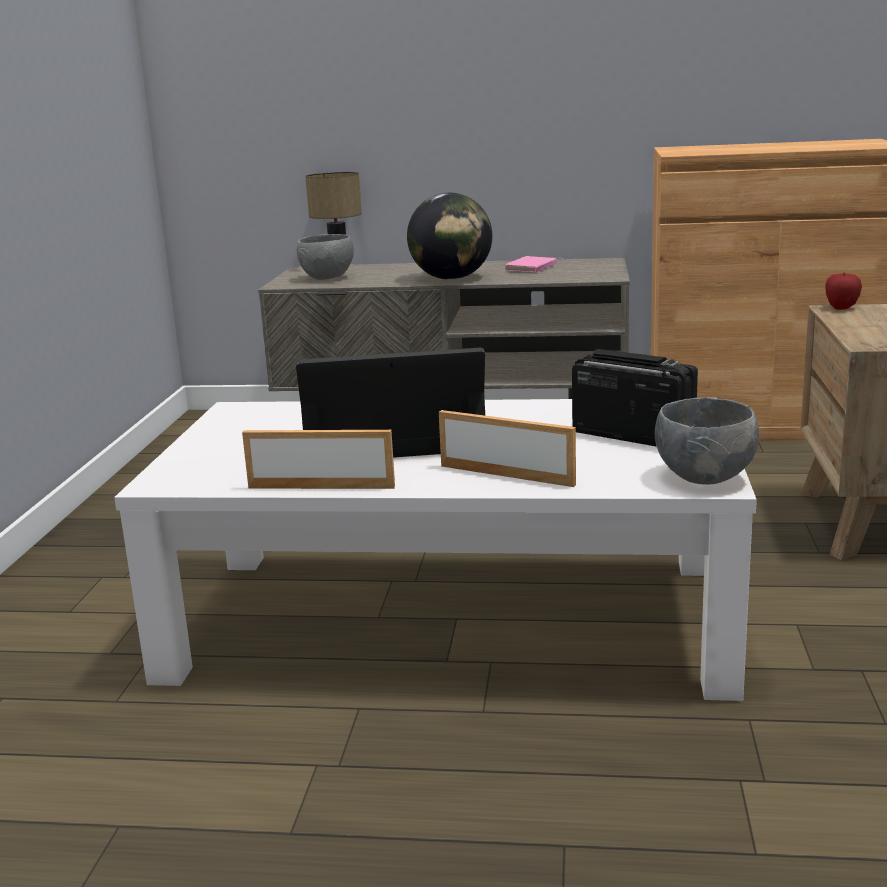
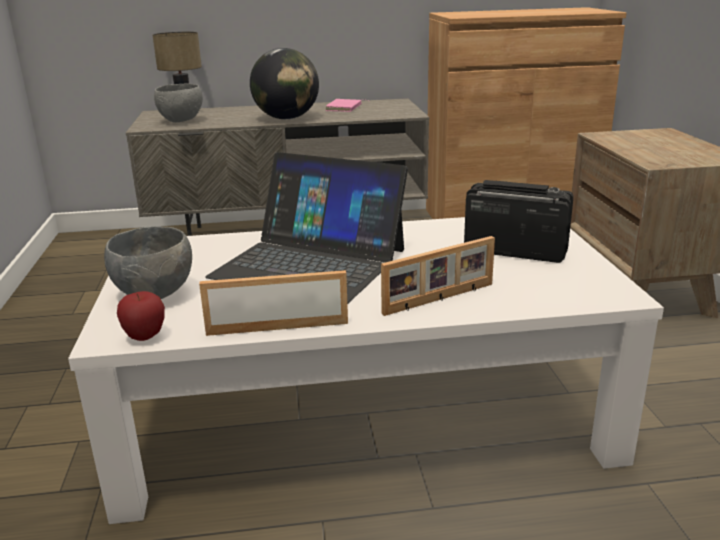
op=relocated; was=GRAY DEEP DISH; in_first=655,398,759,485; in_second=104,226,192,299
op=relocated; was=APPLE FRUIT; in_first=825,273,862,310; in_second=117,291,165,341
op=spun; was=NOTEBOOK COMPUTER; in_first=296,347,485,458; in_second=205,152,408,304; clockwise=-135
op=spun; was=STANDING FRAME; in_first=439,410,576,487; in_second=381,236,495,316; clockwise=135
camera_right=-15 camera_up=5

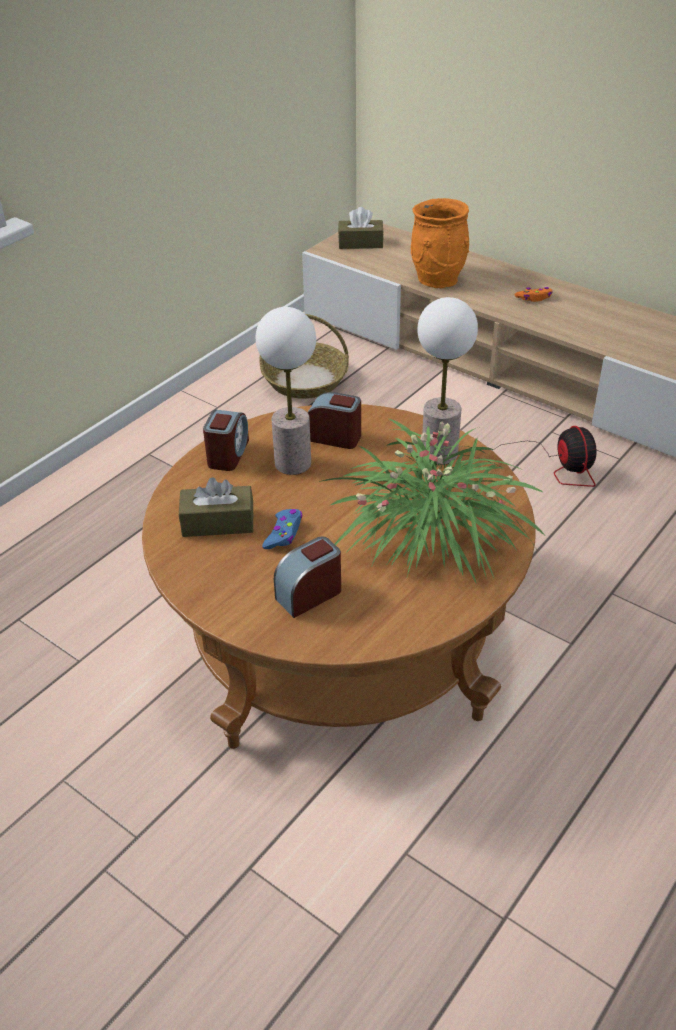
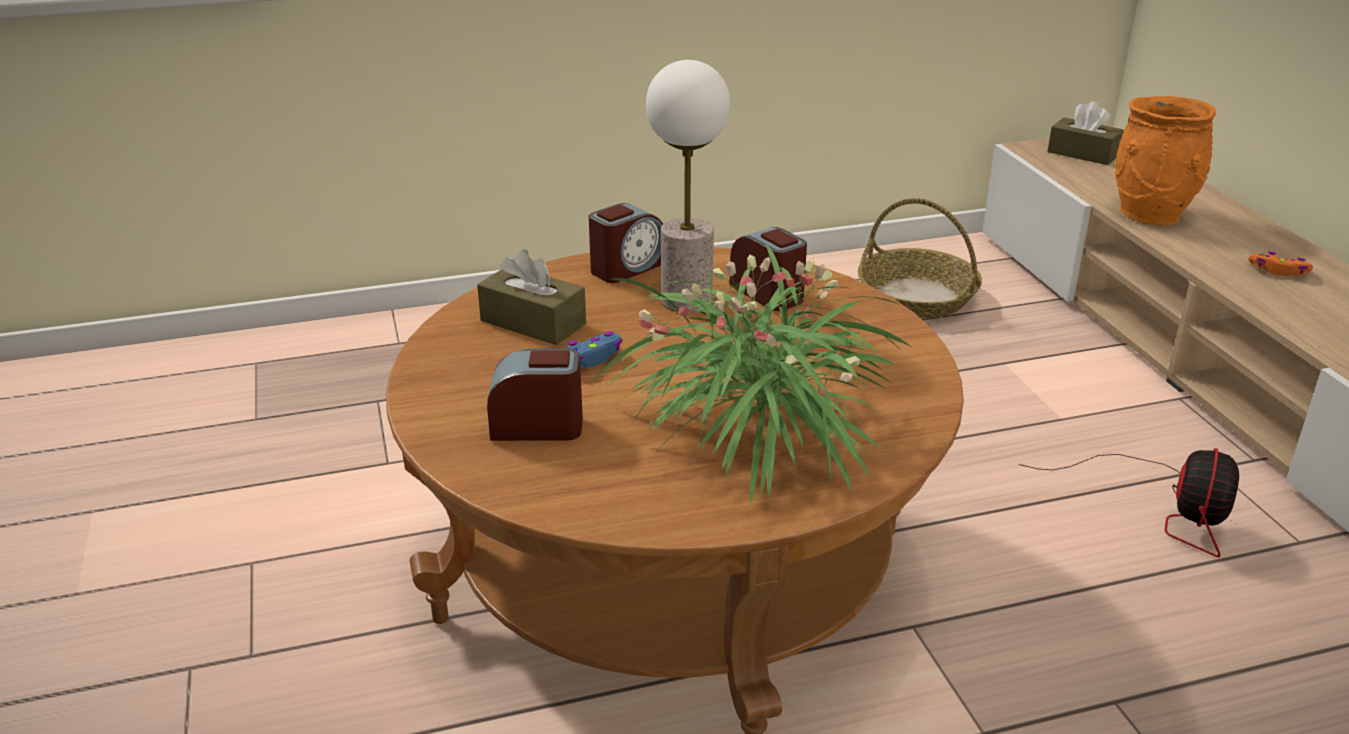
op=missing; was=LAMP FOR A TABLE; in_first=417,297,478,465
camera_right=35 camera_up=-10

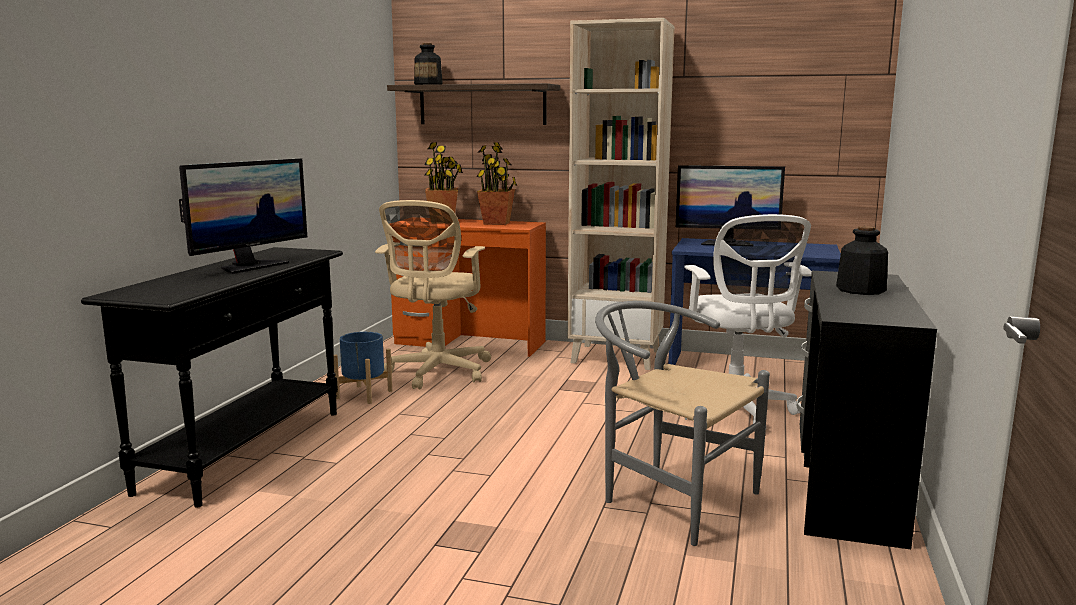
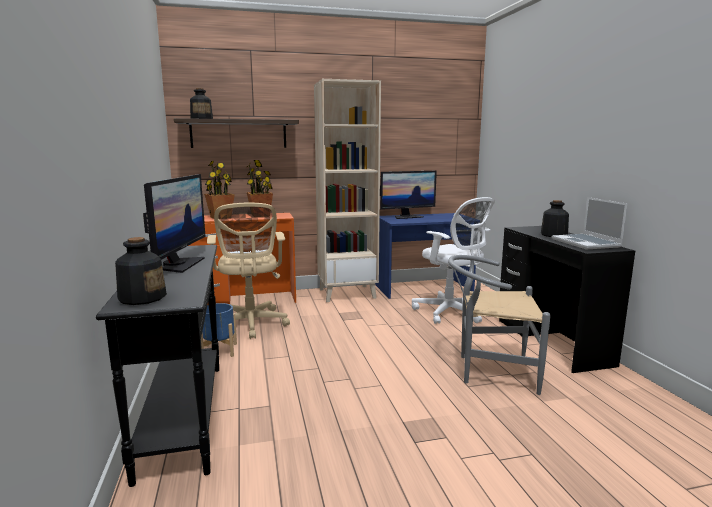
op=appeared; now=DRINK BOTTLE; in_second=115,237,167,305
op=appeared; now=NOTEBOOK COMPUTER; in_second=552,197,627,249
camera_right=-30 camera_up=0

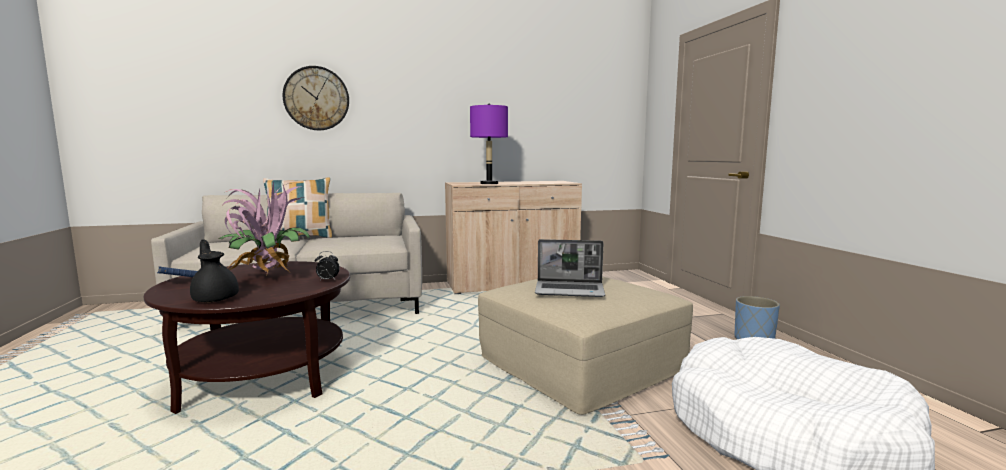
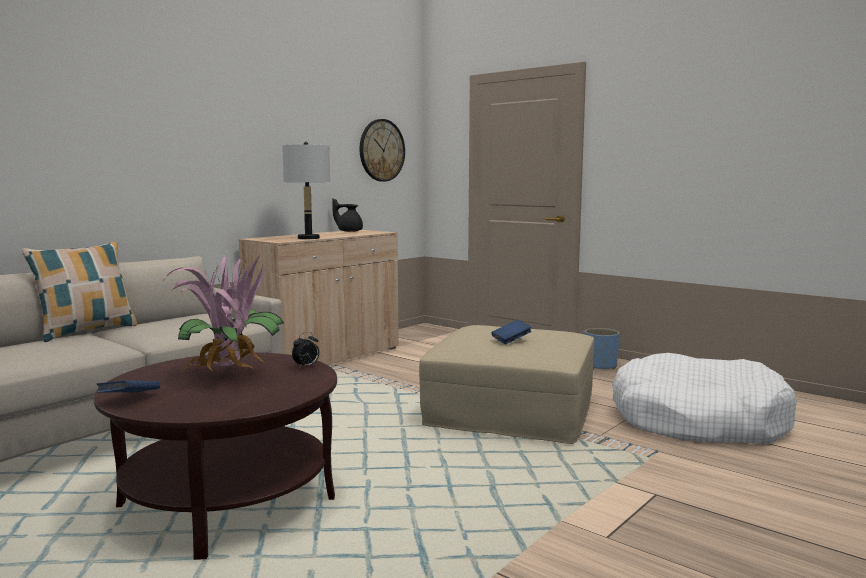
op=colour; was=PURPLISH LAMP FOR A TABLE; now=GRAY LAMP FOR A TABLE; in_first=470,104,508,184; in_second=282,142,330,239
op=relocated; was=BLACKISH POT FOR TEA; in_first=190,239,239,302; in_second=332,199,363,232
op=relocated; was=CLOCK ON THE WALL; in_first=282,66,349,130; in_second=360,119,405,182
op=exchanged; was=NOTEBOOK COMPUTER; now=BLUE BOUND BOOK; in_first=535,239,605,297; in_second=492,319,532,344
camera_right=-35 camera_up=0

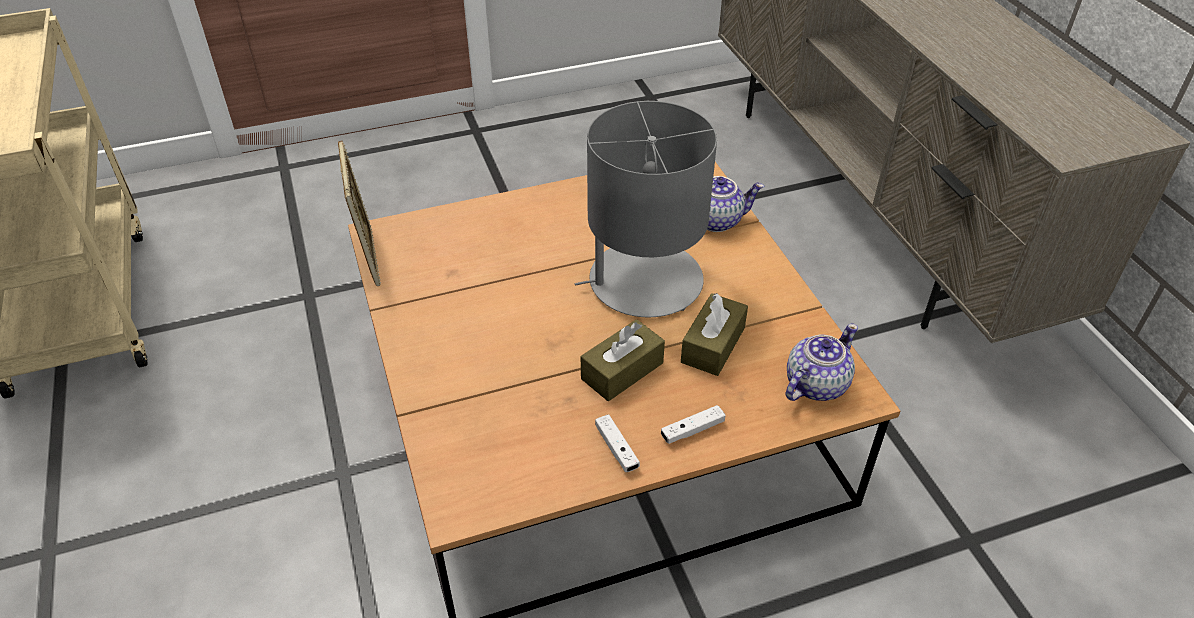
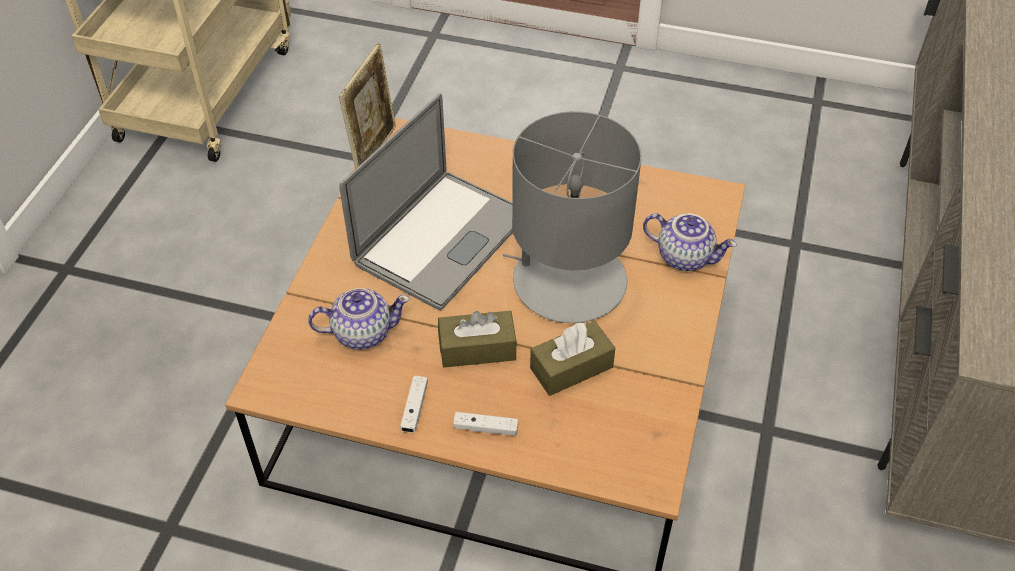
op=relocated; was=POT FOR TEA; in_first=786,324,858,401; in_second=308,288,410,350
op=appeared; now=NOTEBOOK COMPUTER; in_second=339,93,513,310
camera_right=35 camera_up=5

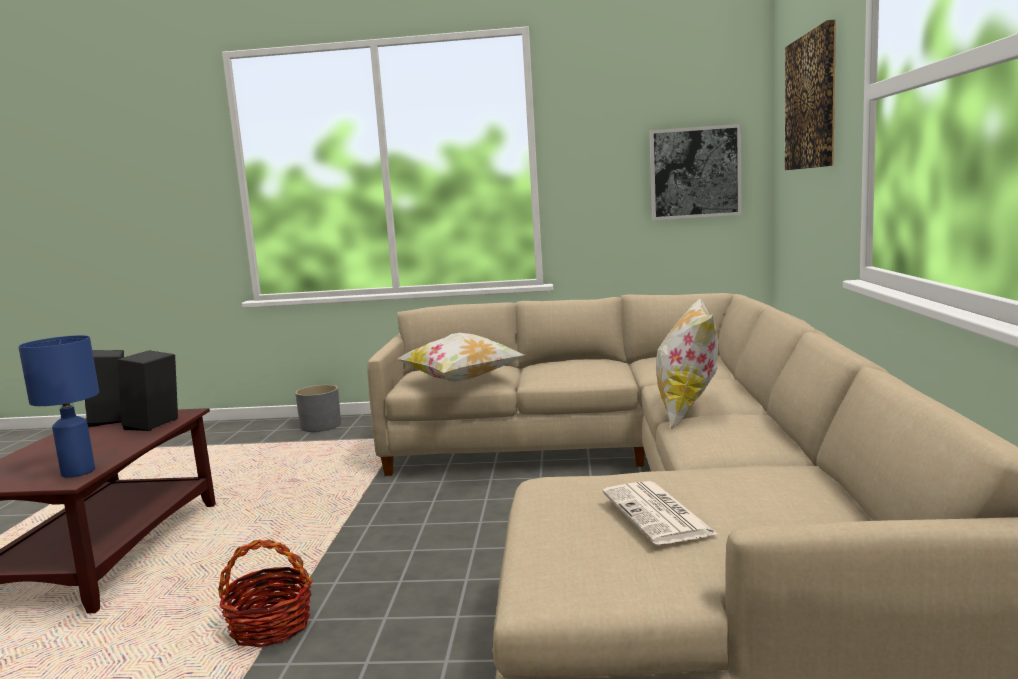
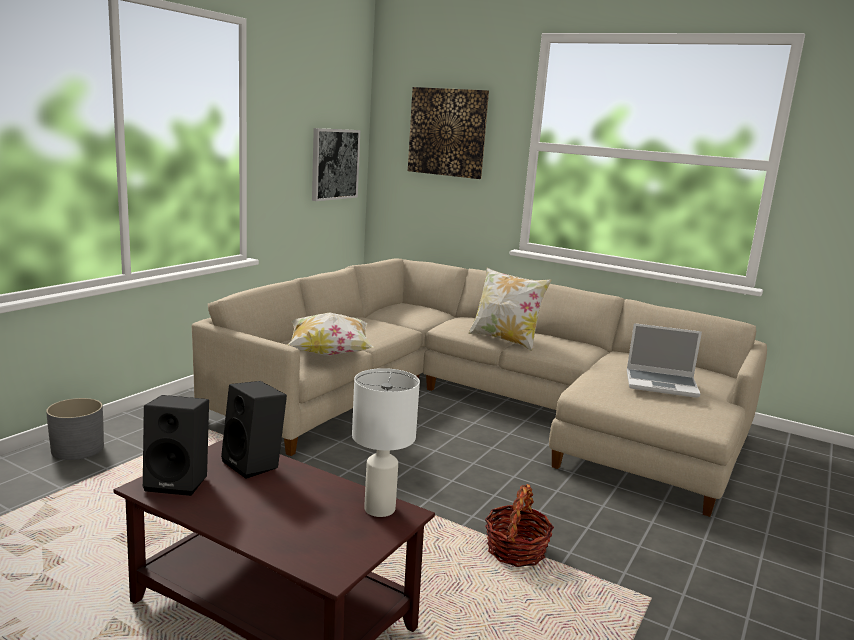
op=colour; was=BLUE LAMP FOR A TABLE; now=WHITE-COLOURED LAMP FOR A TABLE; in_first=18,335,99,478; in_second=352,368,420,517
op=exchanged; was=NEWSPAPER; now=NOTEBOOK COMPUTER; in_first=602,481,719,544; in_second=627,323,702,398
camera_right=-65 camera_up=5

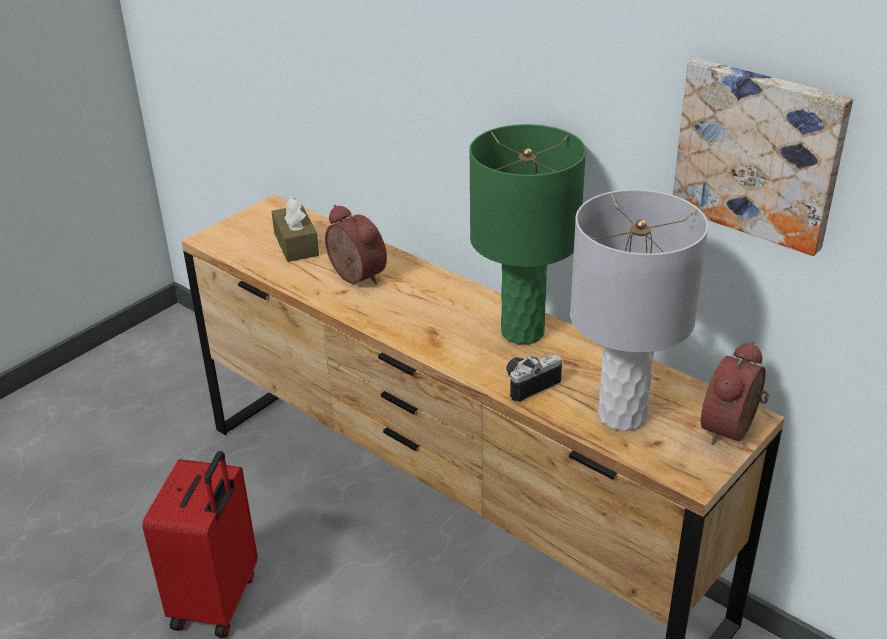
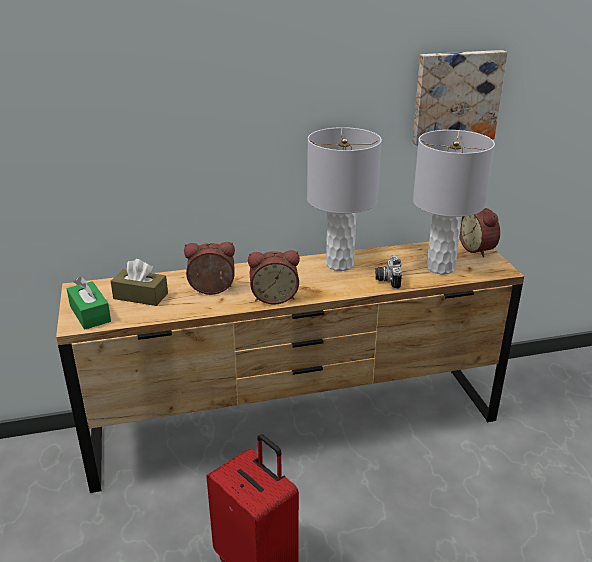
op=appeared; now=GREEN TISSUE HOLDER; in_second=67,277,111,329
op=appeared; now=TABLE CLOCK; in_second=248,250,300,305
op=colour; was=GREEN LAMP FOR A TABLE; now=GRAY LAMP FOR A TABLE; in_first=469,124,586,344; in_second=307,127,382,271
camera_right=-55 camera_up=-5

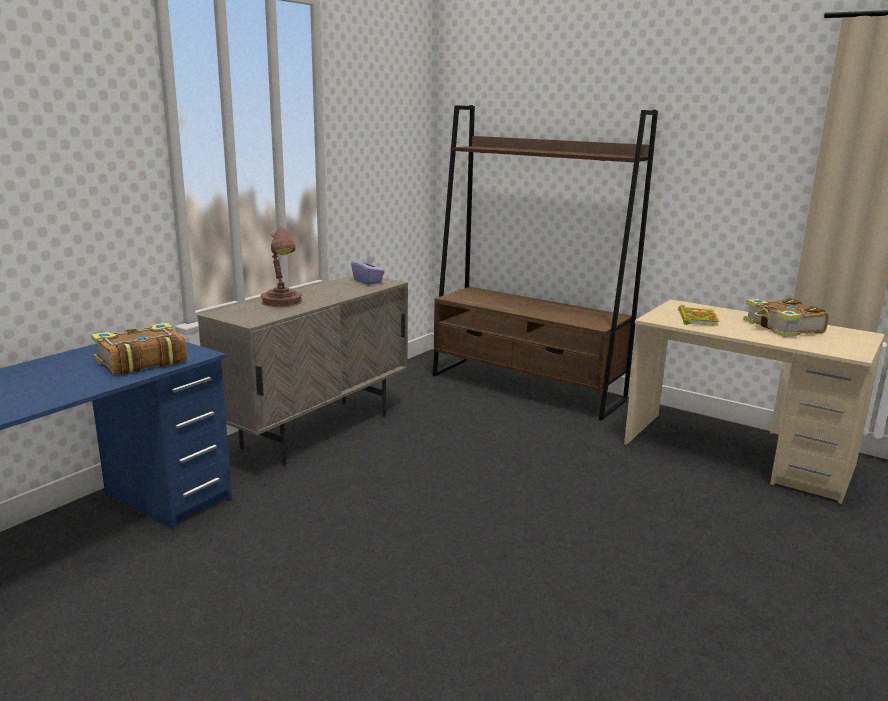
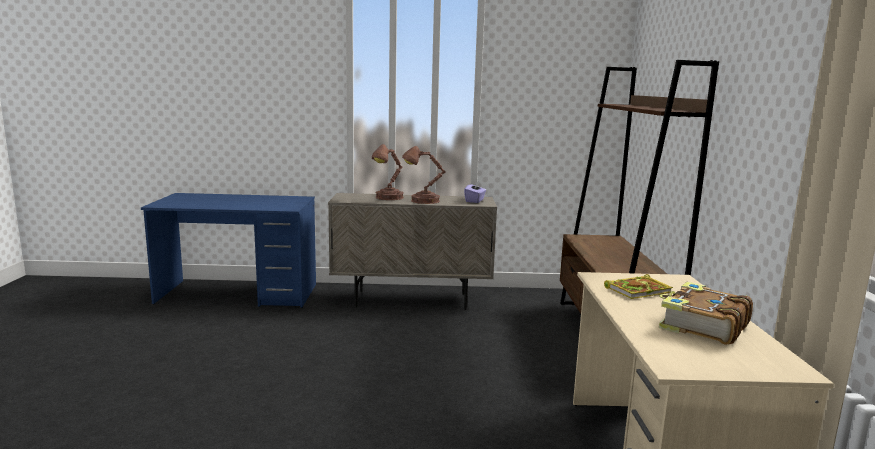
op=appeared; now=BROWN LAMP FOR A TABLE; in_second=402,146,446,204
op=missing; was=BOUND BOOK; in_first=91,322,187,375
camera_right=55 camera_up=-5

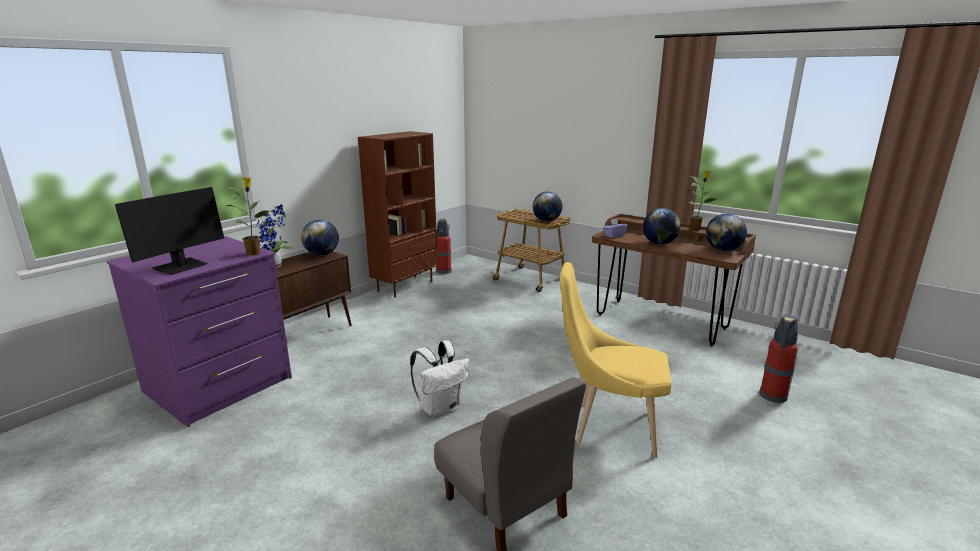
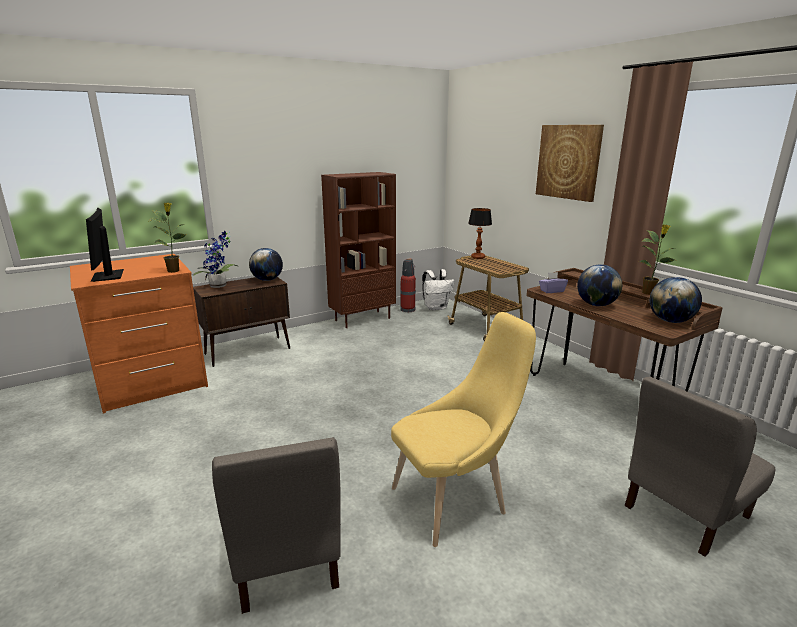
op=colour; was=PURPLISH CHEST OF DRAWERS; now=ORANGE-COLOURED CHEST OF DRAWERS; in_first=106,236,292,427; in_second=70,254,208,414
op=spun; was=COMPUTER DISPLAY; in_first=115,187,224,275; in_second=86,208,124,282; clockwise=105
op=spun; was=YELLOW-COLOURED UPRIGHT CHAIR; in_first=560,262,672,458; in_second=391,312,536,547; clockwise=120
op=relocated; was=WHITE-COLOURED BACKPACK; in_first=410,340,470,417; in_second=422,269,454,310
op=appeared; now=LAMP FOR A TABLE; in_second=468,208,492,259
op=appeared; now=WALL ART; in_second=536,125,604,202
op=exchanged; was=FIRE EXTINGUISHER; now=GRAY UPRIGHT CHAIR; in_first=759,314,798,403; in_second=624,377,775,557
op=missing; was=GLOBE; in_first=533,191,563,222
camera_right=20 camera_up=0

